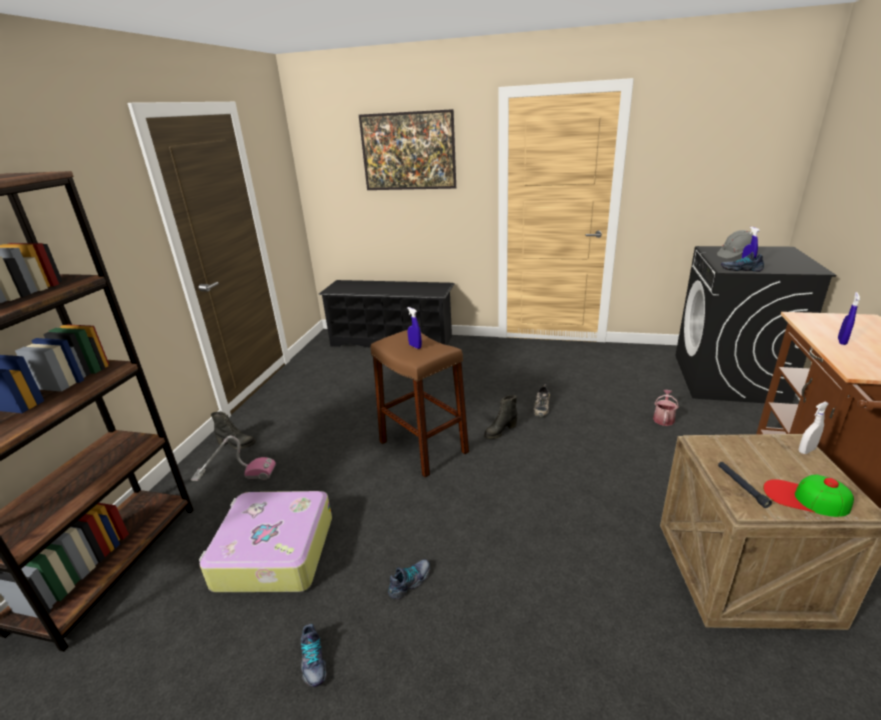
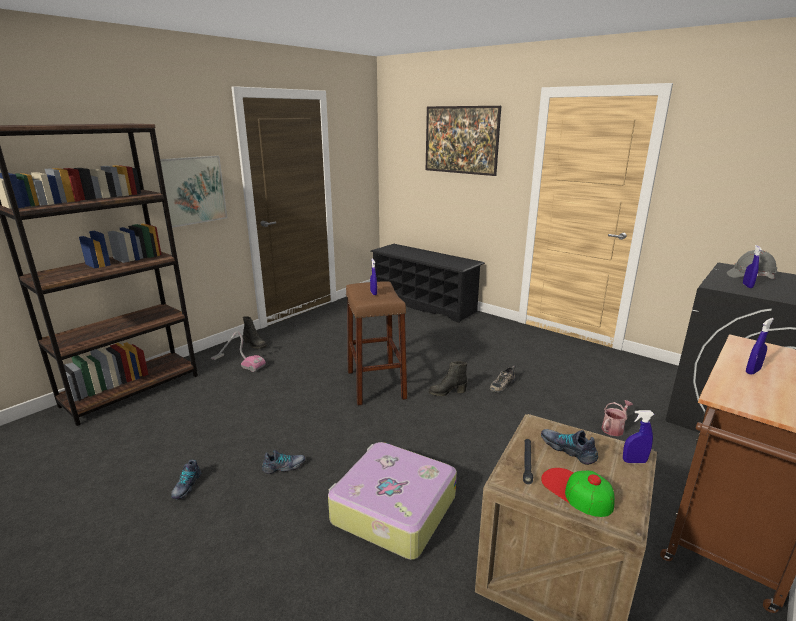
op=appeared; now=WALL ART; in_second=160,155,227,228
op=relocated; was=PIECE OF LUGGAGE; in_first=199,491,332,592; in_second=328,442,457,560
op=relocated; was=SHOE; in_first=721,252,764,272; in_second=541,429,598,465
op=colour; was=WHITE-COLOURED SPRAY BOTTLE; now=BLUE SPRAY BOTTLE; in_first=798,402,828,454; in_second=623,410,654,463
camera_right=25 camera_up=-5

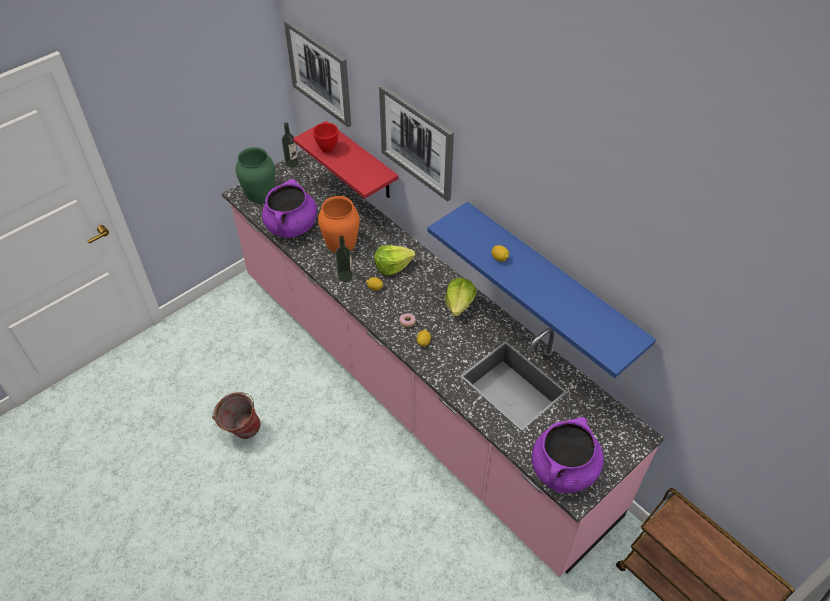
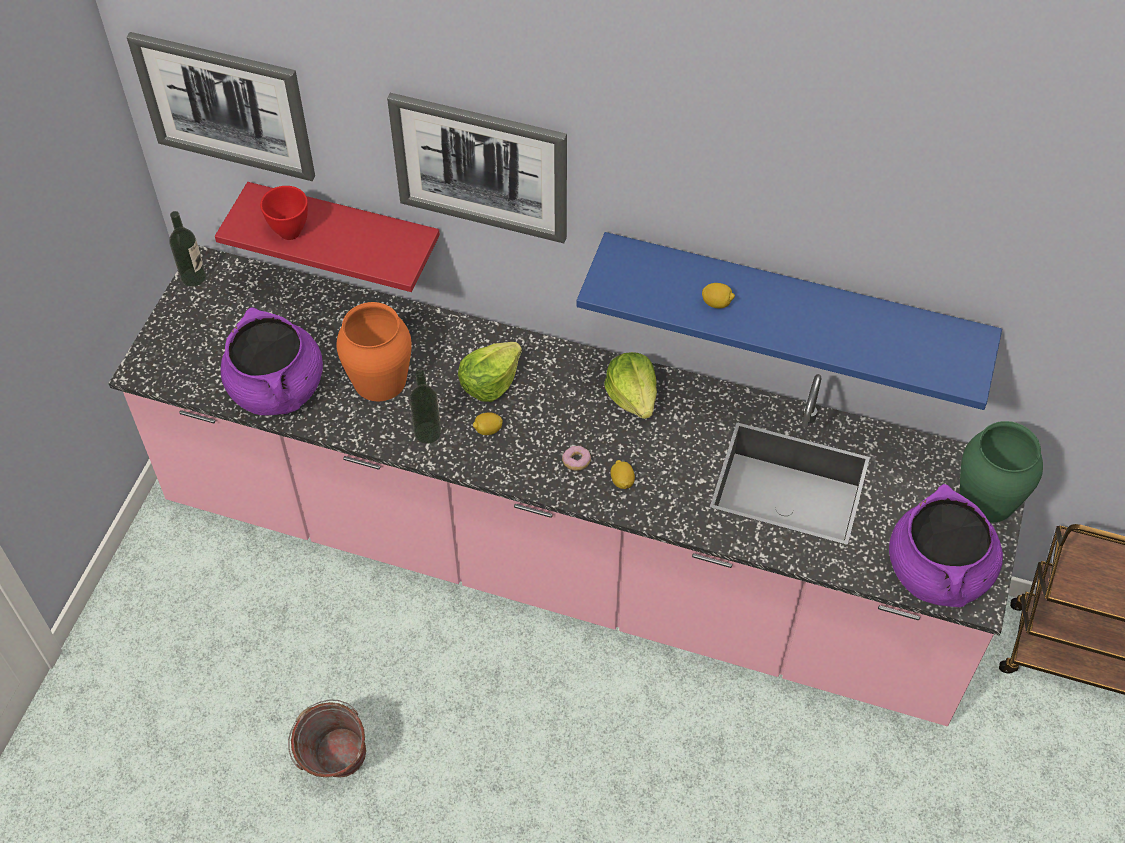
op=relocated; was=GREEN FLOWER VASE; in_first=236,147,275,203; in_second=960,421,1043,522
camera_right=-30 camera_up=5

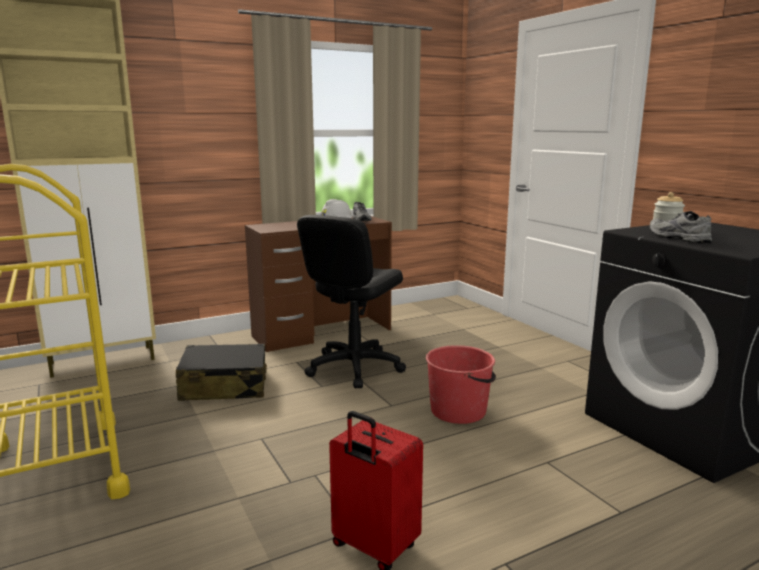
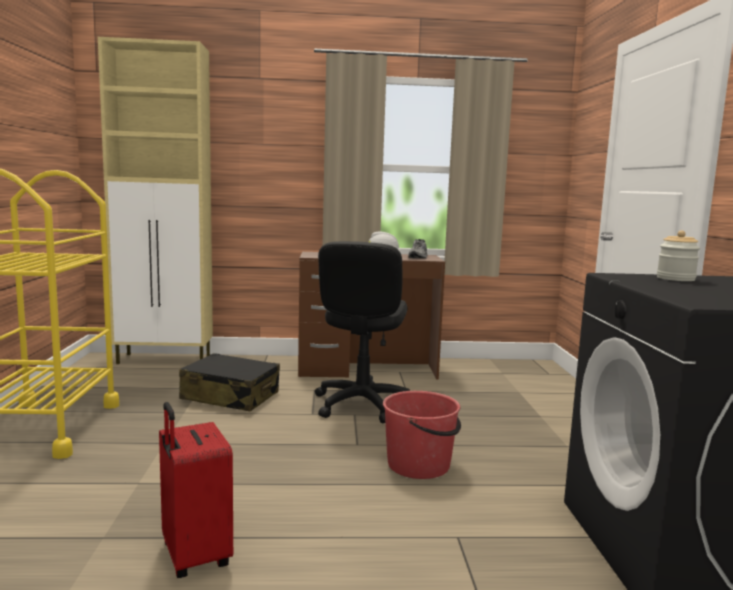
op=spun; was=BLACKISH OFFICE CHAIR; in_first=297,215,406,388; in_second=315,241,410,423; clockwise=-45
op=missing; was=GRAY SHOE; in_first=650,211,712,243
camera_right=25 camera_up=-5

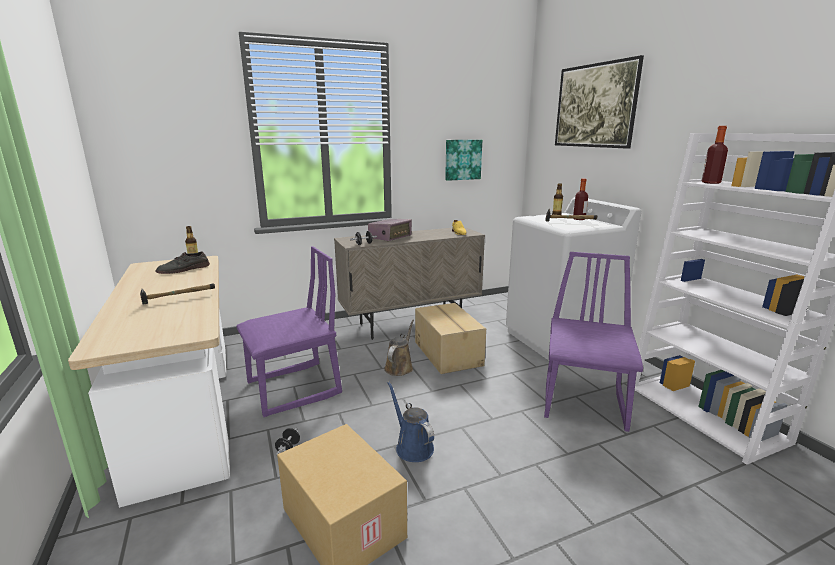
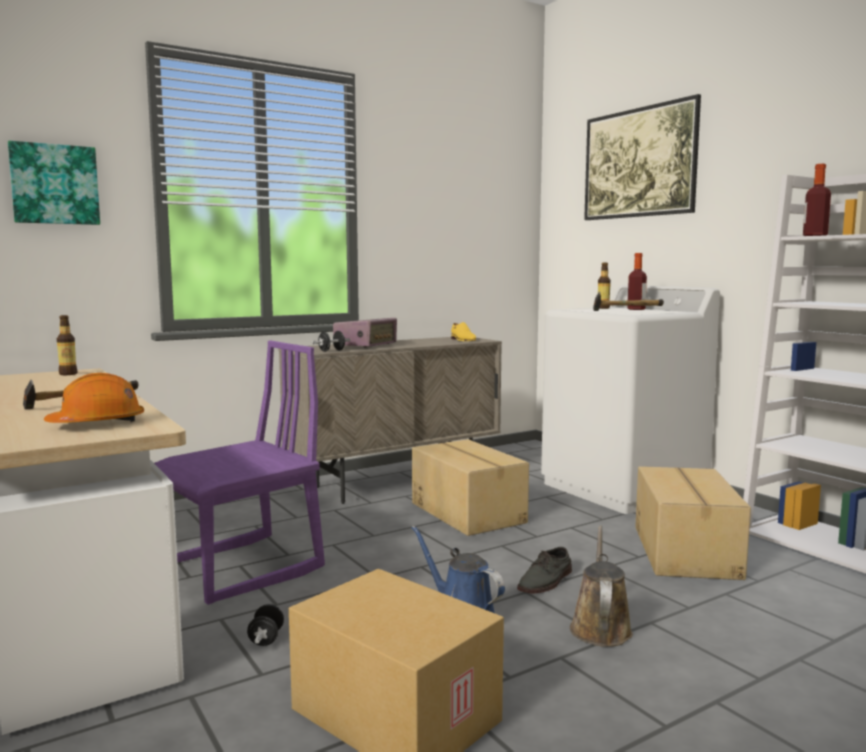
op=relocated; was=WALL ART; in_first=445,140,482,181; in_second=8,141,100,225
op=appeared; now=ORANGE-COLOURED SAFETY HELMET; in_second=44,373,144,423
op=relocated; was=GRAY SHOE; in_first=155,251,210,274; in_second=517,547,572,593
op=relocated; was=BROWN WATERING CAN; in_first=384,320,414,376; in_second=570,525,633,647
op=exchanged; was=PURPLISH UPRIGHT CHAIR; now=PACKING BOX; in_first=544,252,643,432; in_second=636,466,751,580
camera_right=-10 camera_up=-10

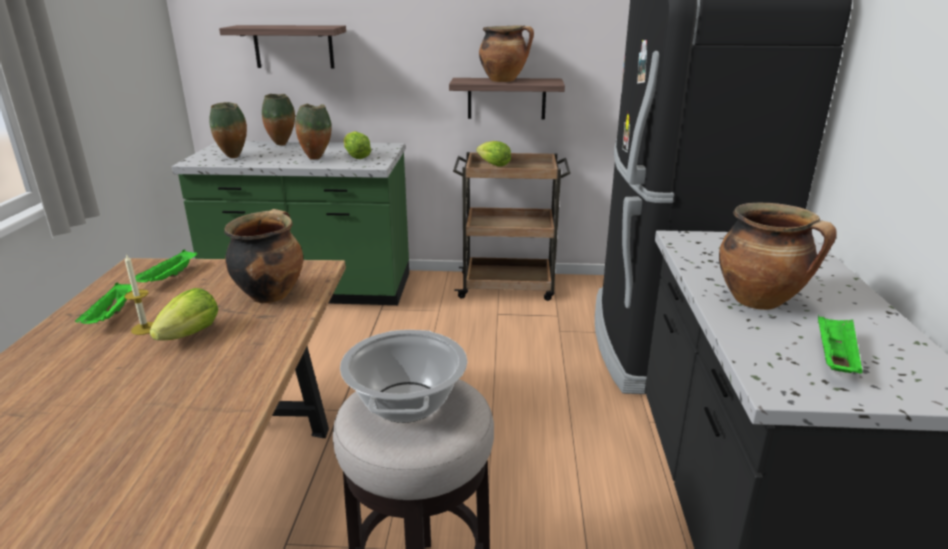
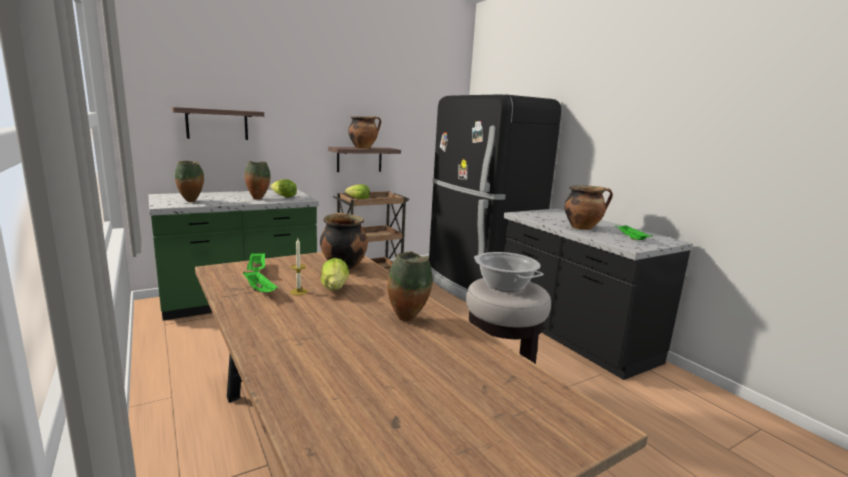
op=relocated; was=FLOWER VASE; in_first=262,94,295,146; in_second=388,251,433,322
camera_right=-35 camera_up=-10

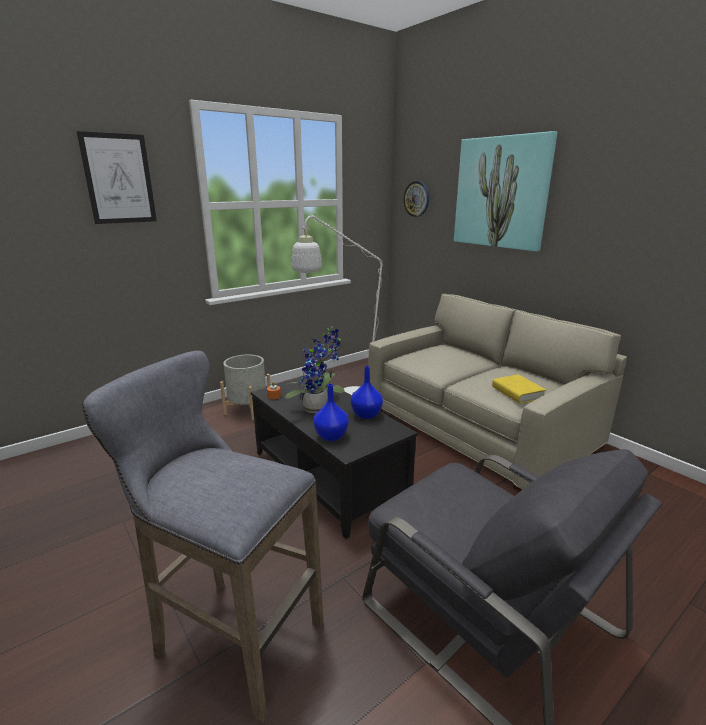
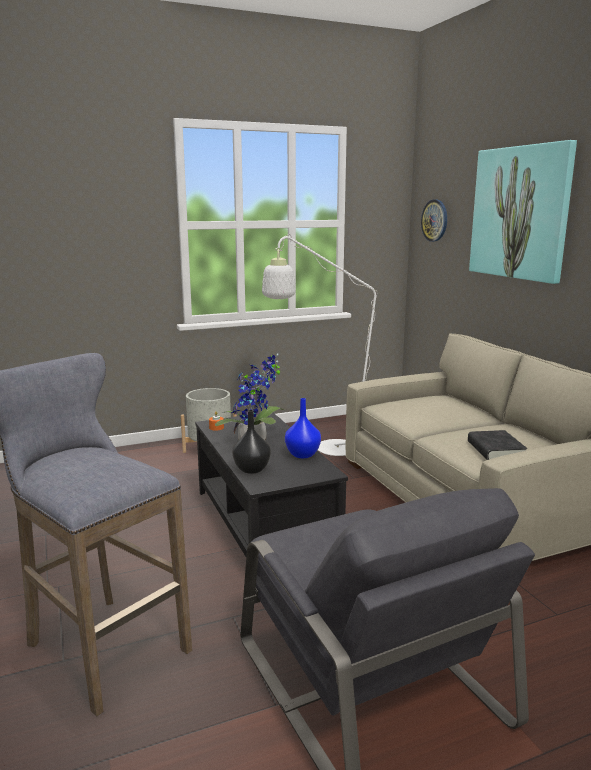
op=colour; was=BLUE FLOWER VASE; now=BLACKISH FLOWER VASE; in_first=313,384,349,441; in_second=232,410,271,474
op=colour; was=YELLOW-COLOURED BOUND BOOK; now=BLACKISH BOUND BOOK; in_first=492,375,546,404; in_second=468,430,527,460
op=missing; was=WALL ART; in_first=77,131,157,224
camera_right=15 camera_up=-5

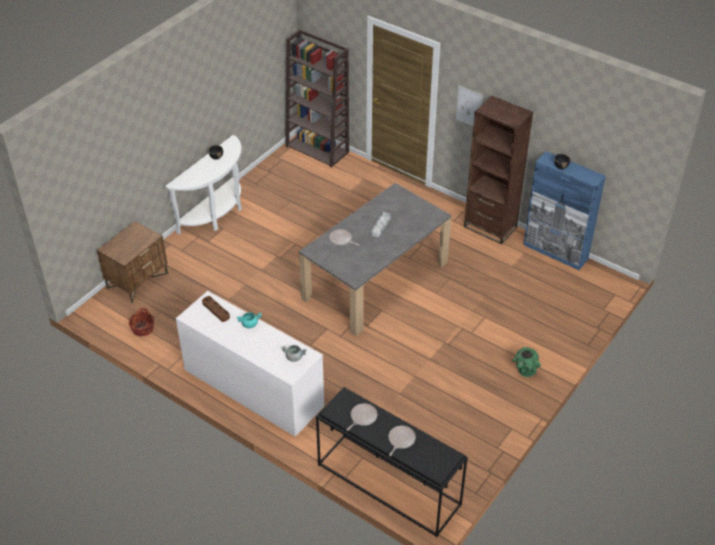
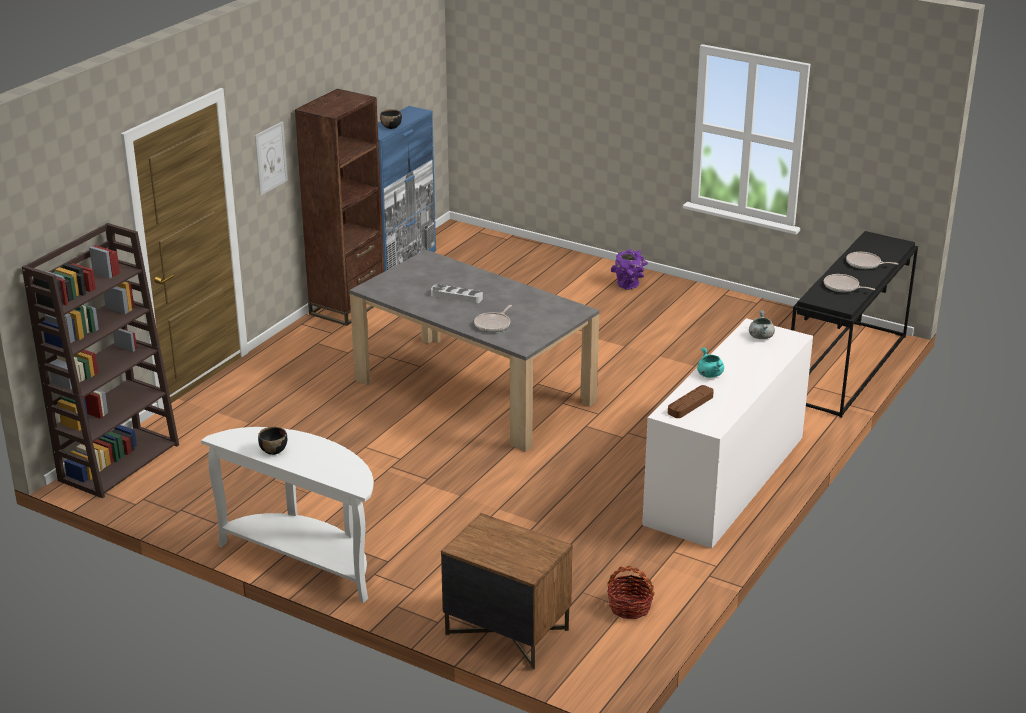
op=colour; was=GREEN FLOWER VASE; now=PURPLISH FLOWER VASE; in_first=512,347,541,377; in_second=611,249,648,290
camera_right=-95 camera_up=-15

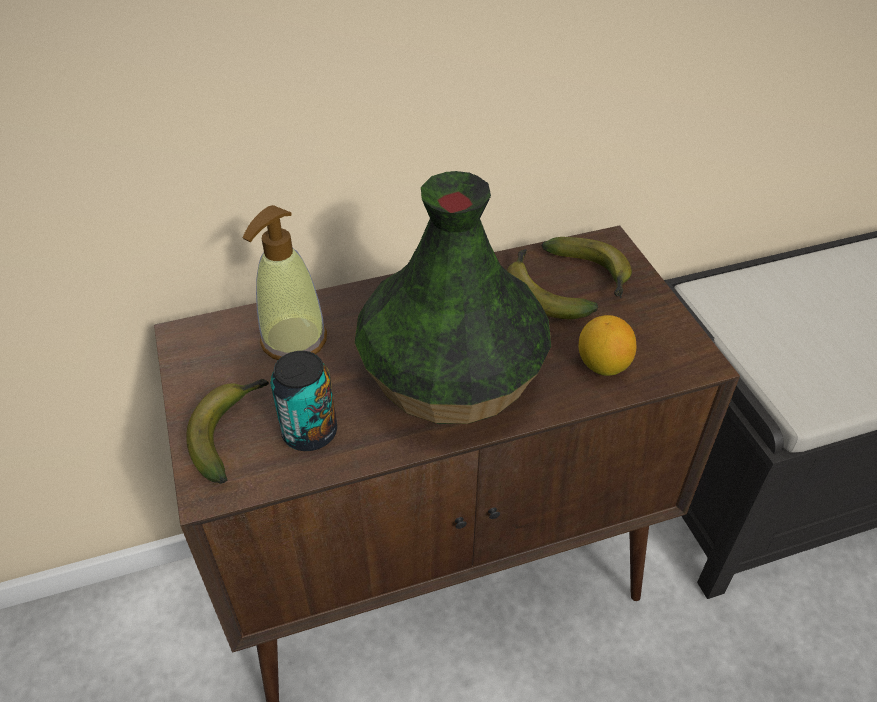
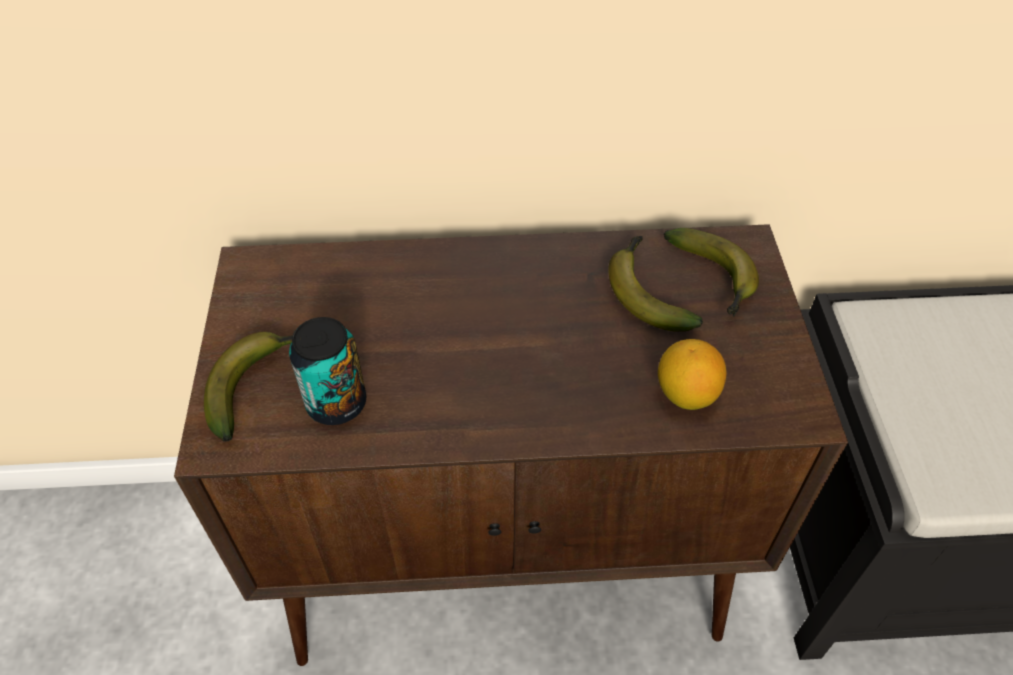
op=missing; was=SOAP DISPENSER; in_first=242,205,327,360
op=missing; was=FLOWER VASE; in_first=354,171,551,424
camera_right=15 camera_up=5

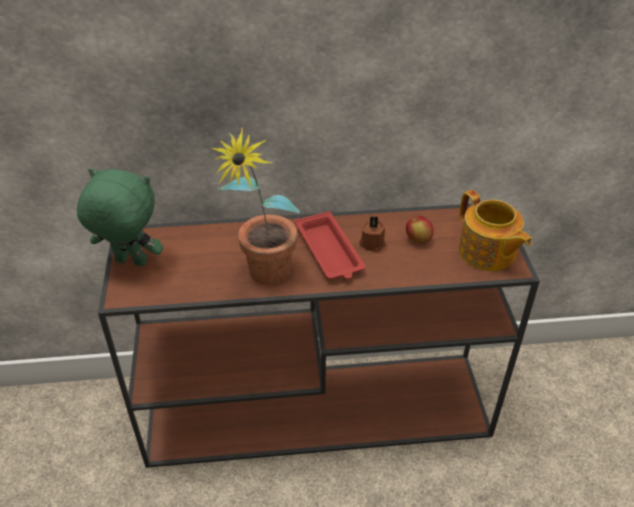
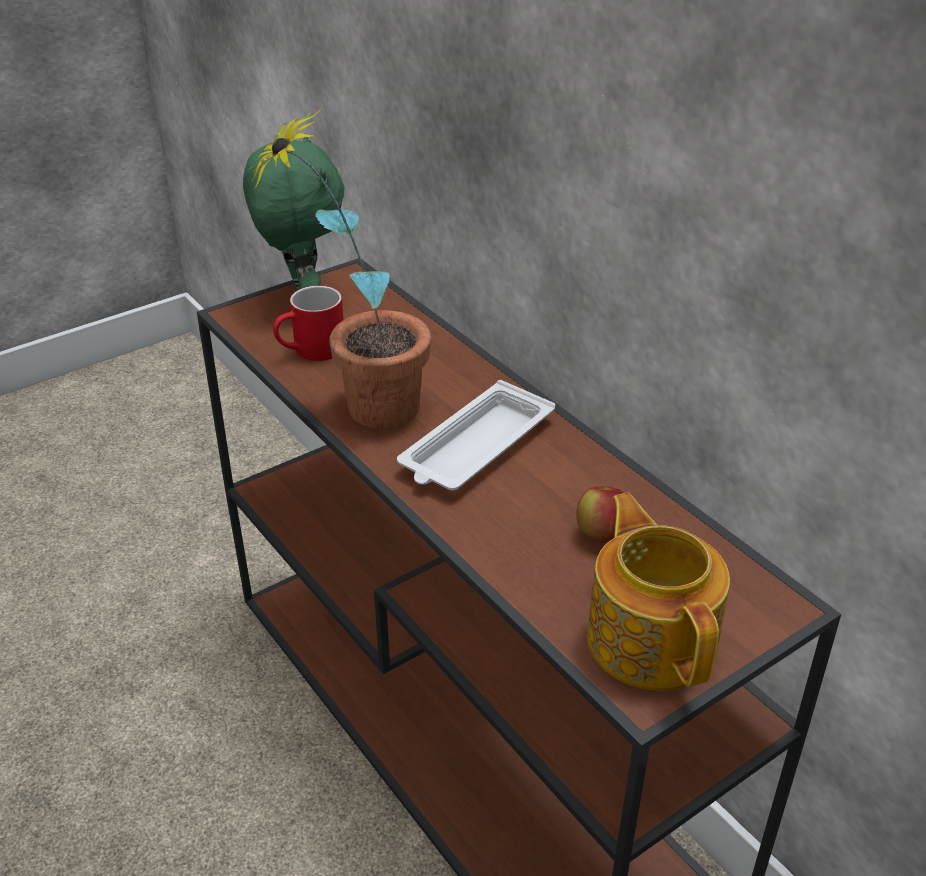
op=appeared; now=REDDISH COFFEE MUG; in_second=273,286,344,361
op=colour; was=REDDISH CARRYING TRAY; now=WHITE-COLOURED CARRYING TRAY; in_first=295,211,366,279; in_second=397,380,555,490
op=spun; was=POT FOR TEA; in_first=459,190,532,271; in_second=587,493,730,691; clockwise=135
op=missing; was=BROWN WAX LIGHT; in_first=359,216,385,252
camera_right=60 camera_up=-5

